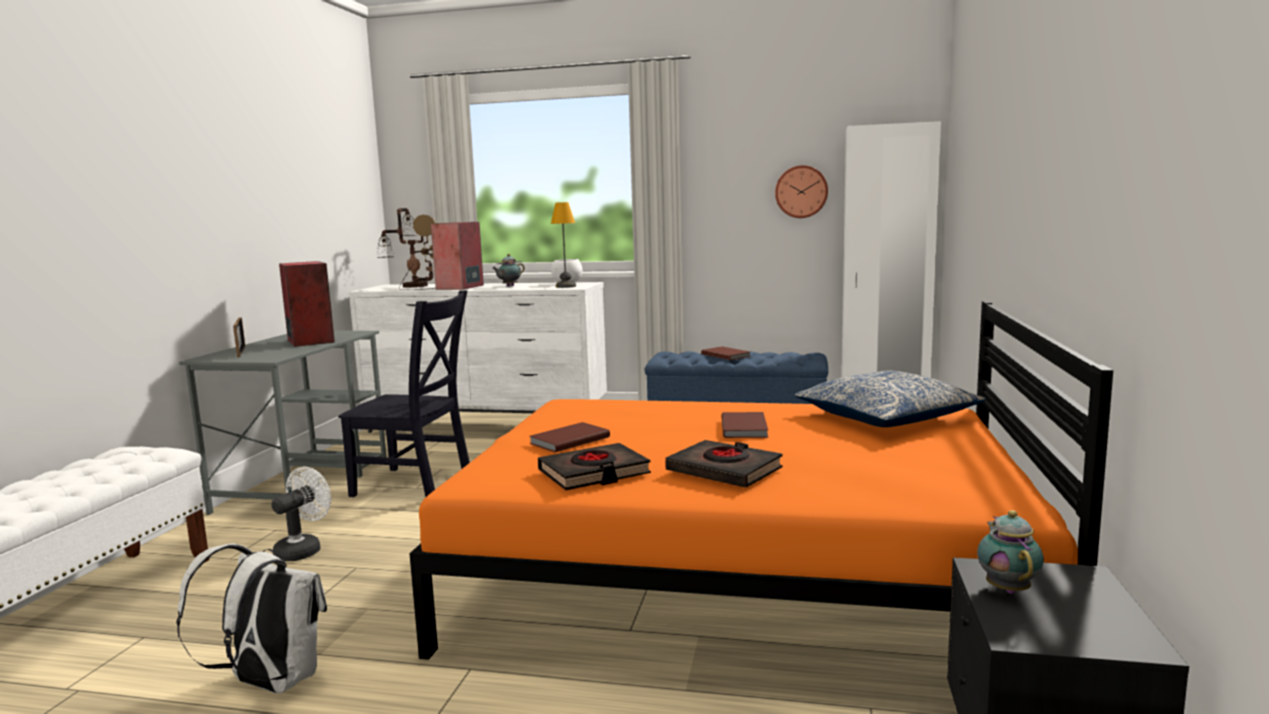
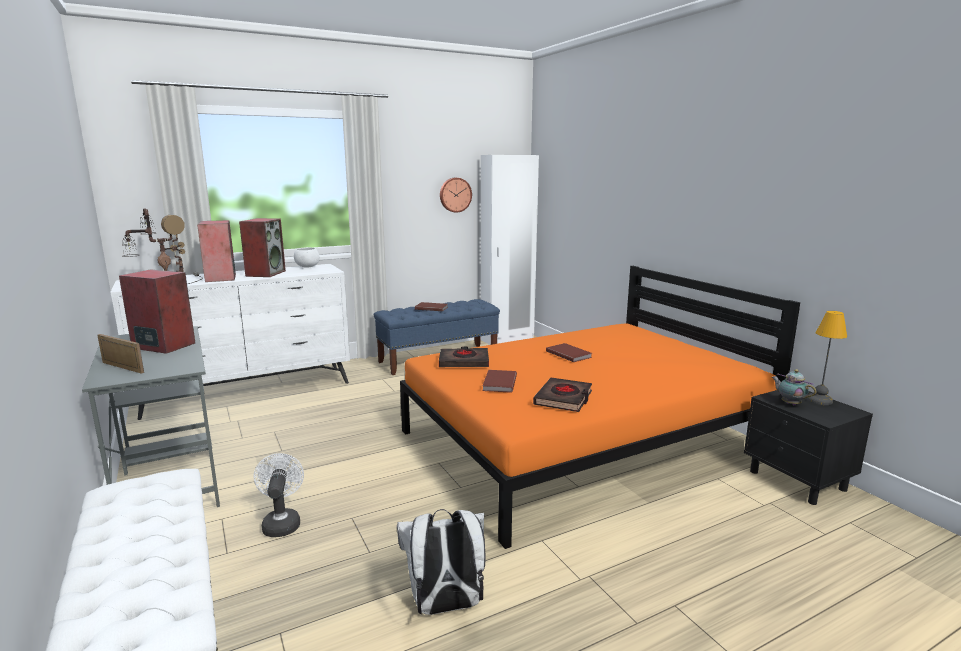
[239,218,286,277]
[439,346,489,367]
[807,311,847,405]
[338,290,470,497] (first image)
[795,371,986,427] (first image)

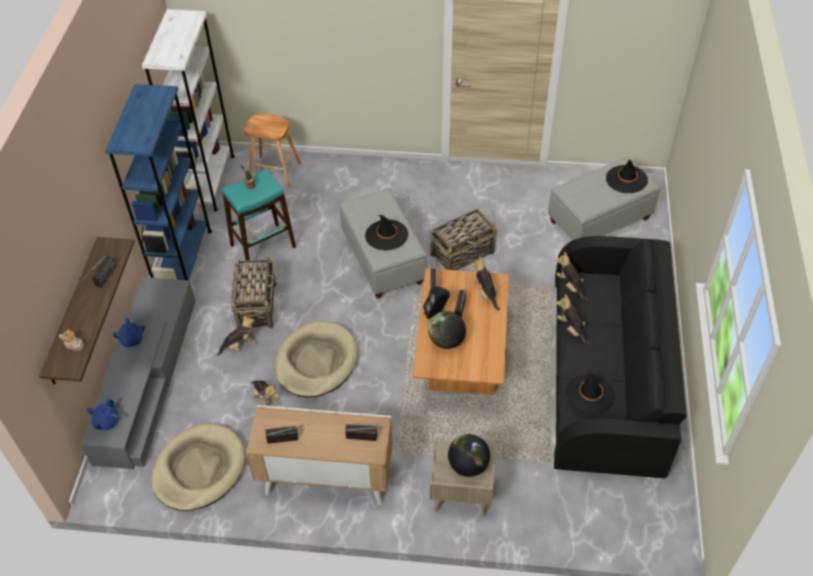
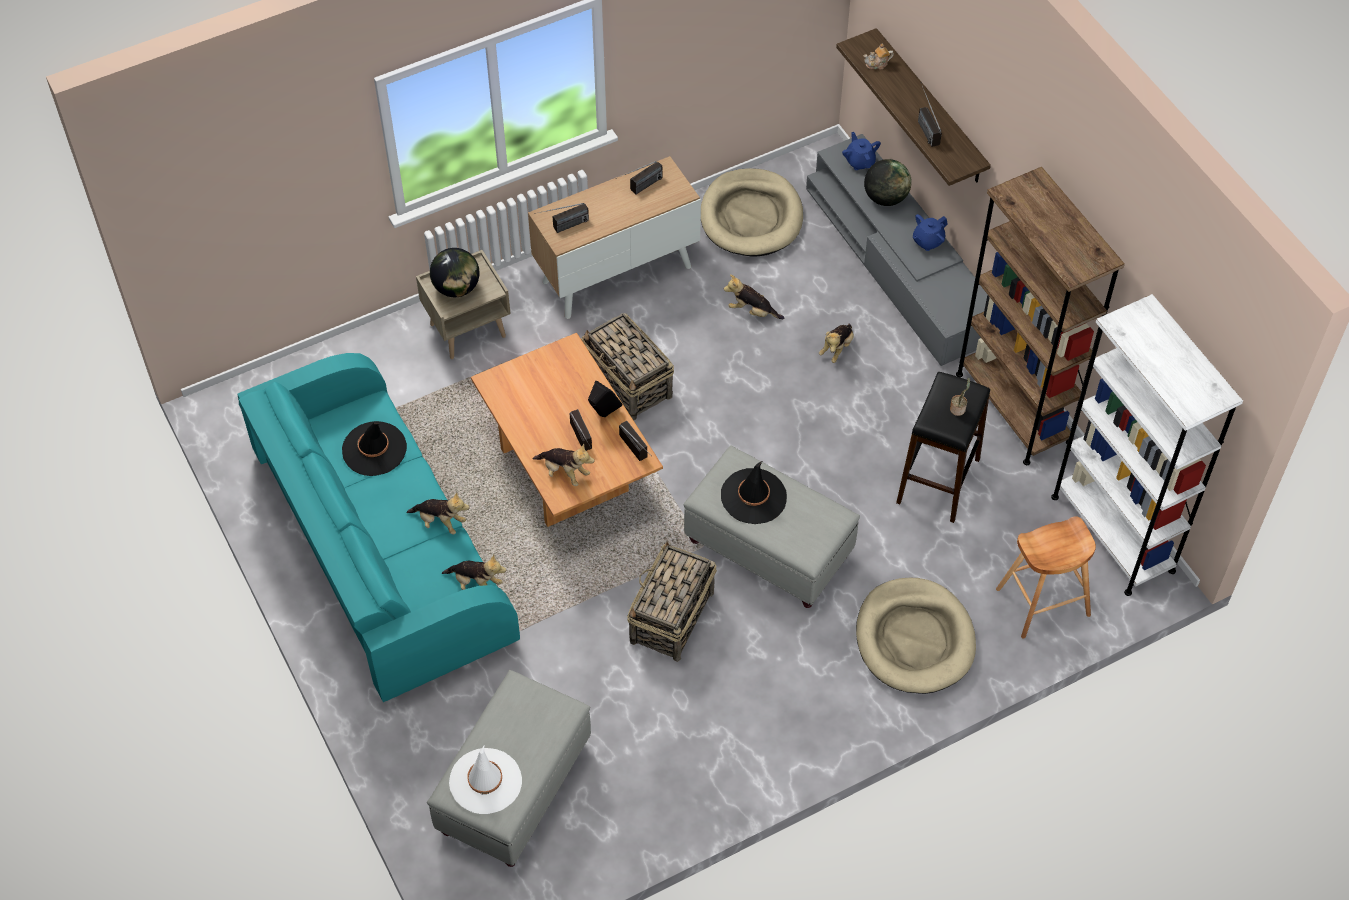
[237,353,520,702]
[449,746,522,814]
[581,313,674,421]
[856,578,976,694]
[864,159,912,206]
[896,372,990,523]
[913,214,948,251]
[956,167,1125,465]

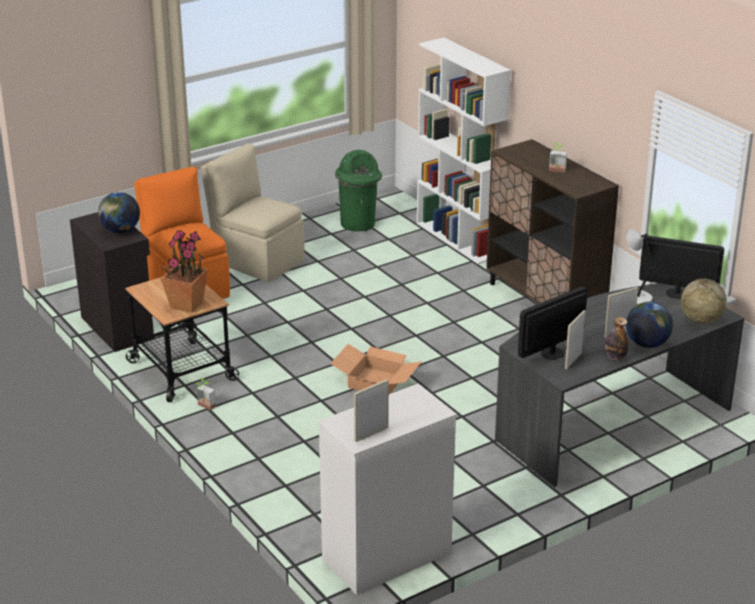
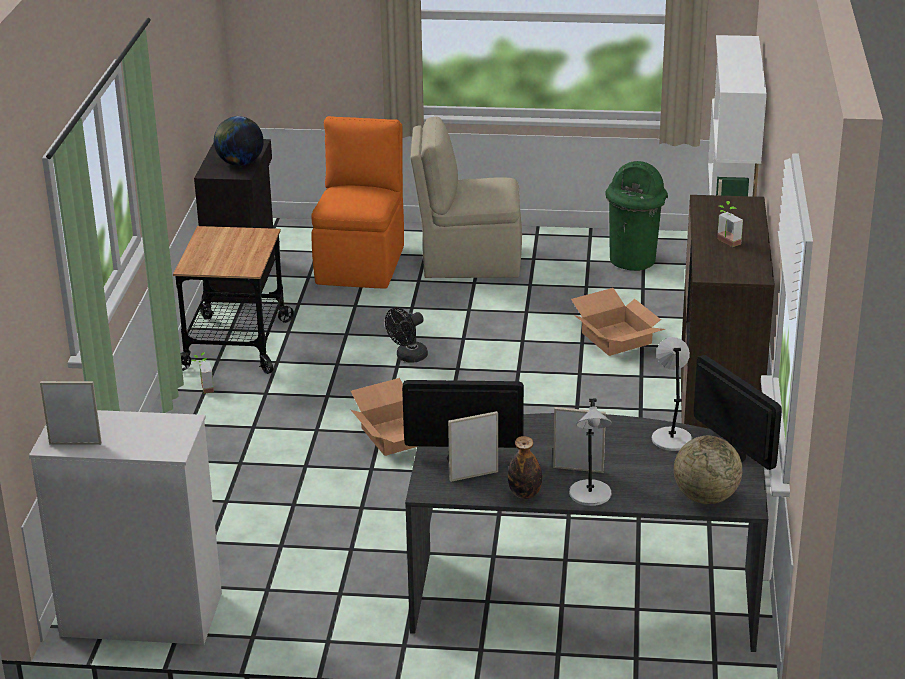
[385,308,428,363]
[410,116,522,278]
[569,399,612,506]
[571,288,665,356]
[161,230,208,312] (first image)

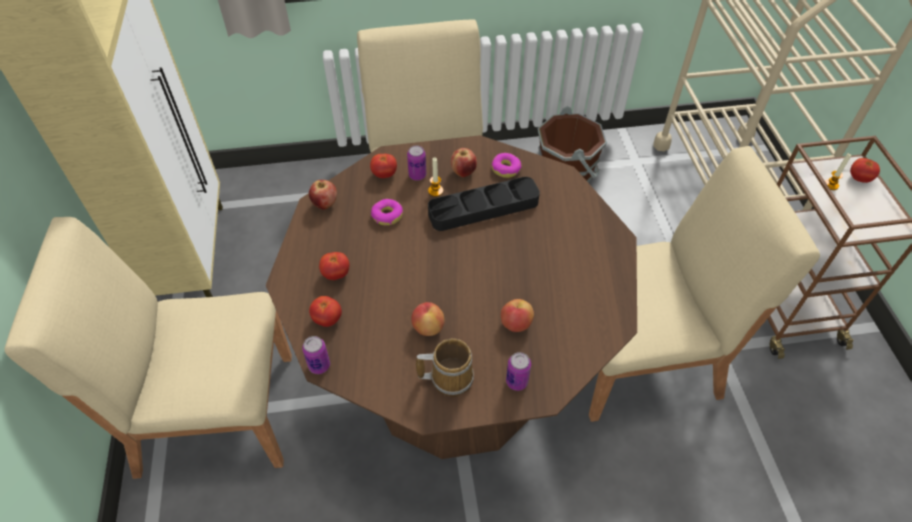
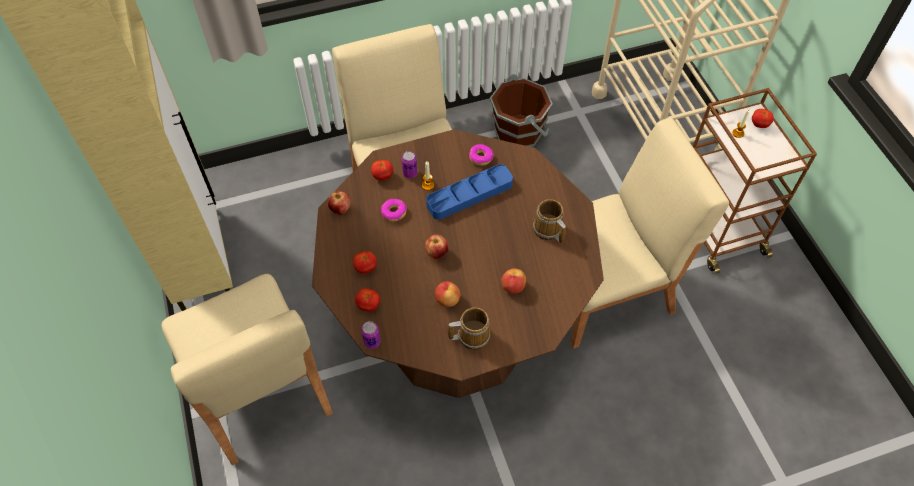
[162,274,333,465]
[425,234,449,259]
[426,164,513,220]
[533,199,566,243]
[506,352,531,391] (first image)

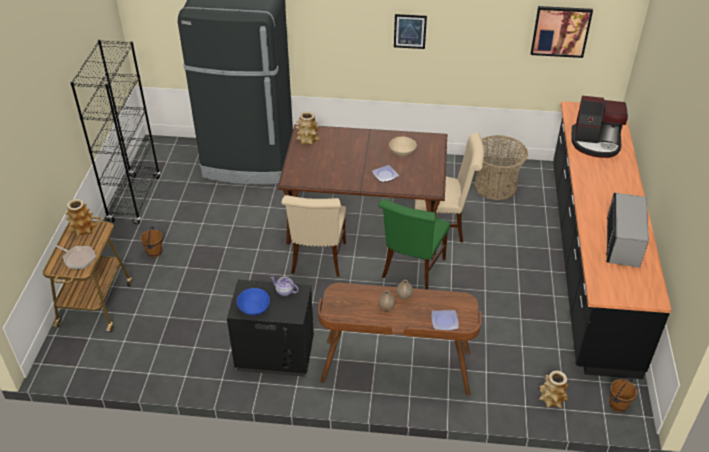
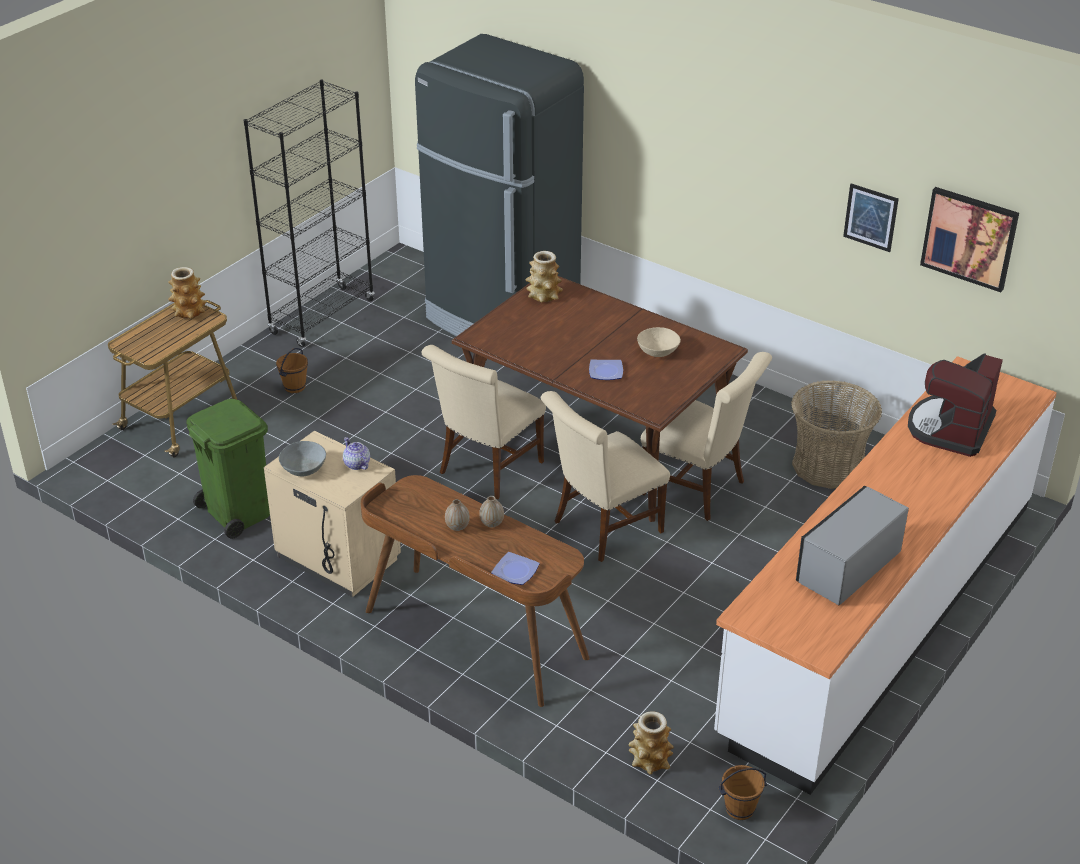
[186,399,270,539]
[264,431,401,597]
[279,441,326,476]
[541,391,670,562]
[714,356,1057,795]
[843,183,899,252]
[908,353,1003,457]
[53,244,96,269] (first image)

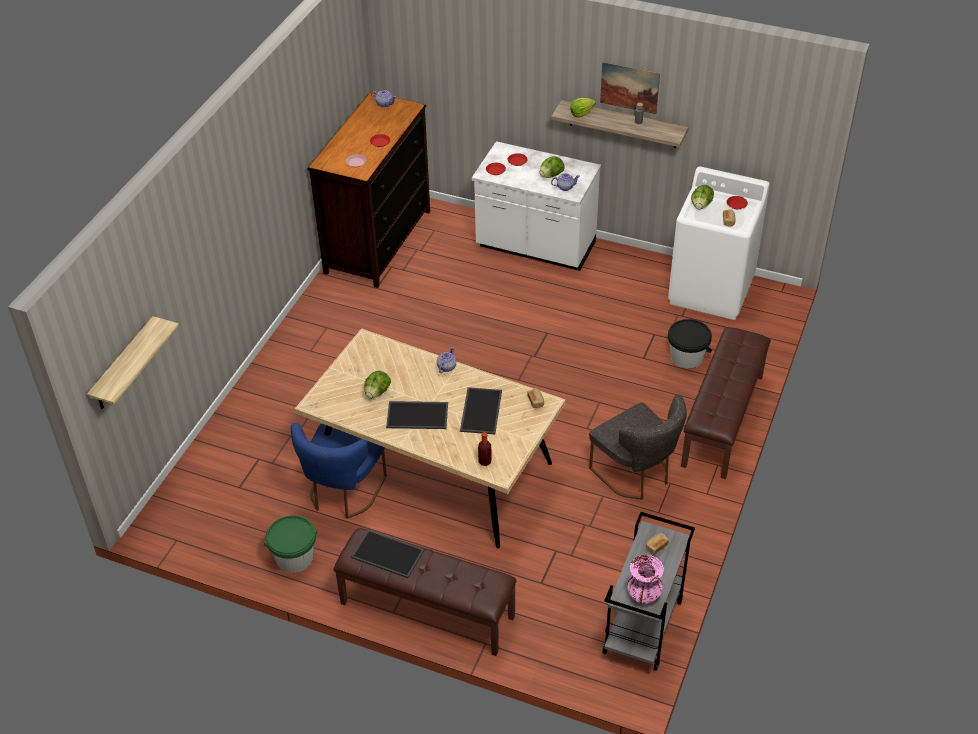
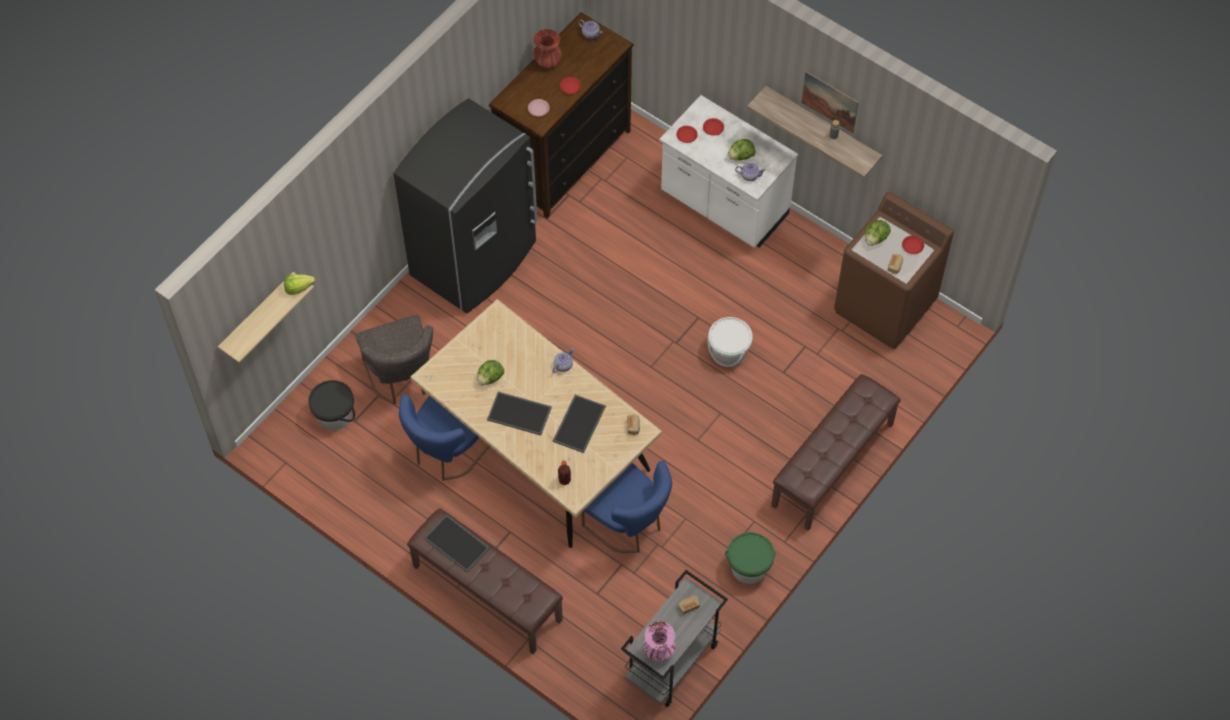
[284,274,315,295]
[308,380,355,430]
[355,315,433,404]
[393,98,537,313]
[533,29,561,68]
[582,461,672,553]
[708,317,753,367]
[725,532,776,584]
[834,192,954,349]

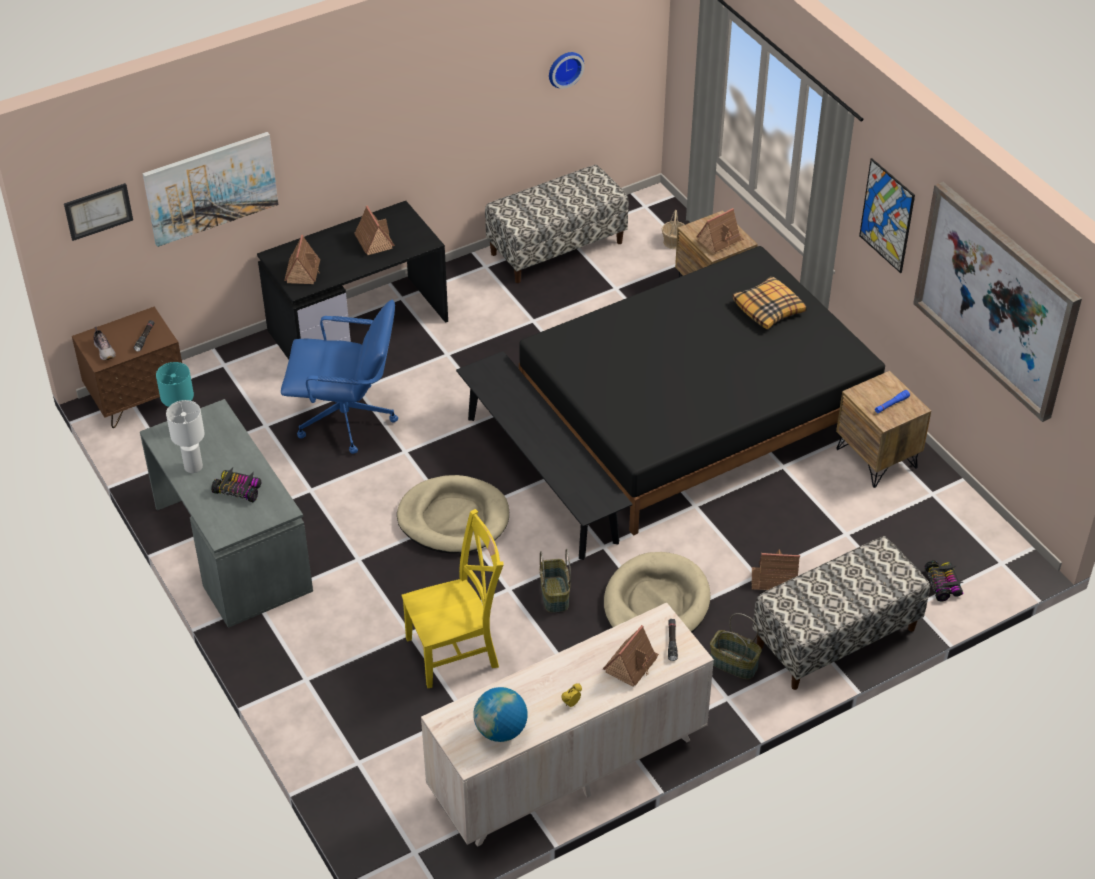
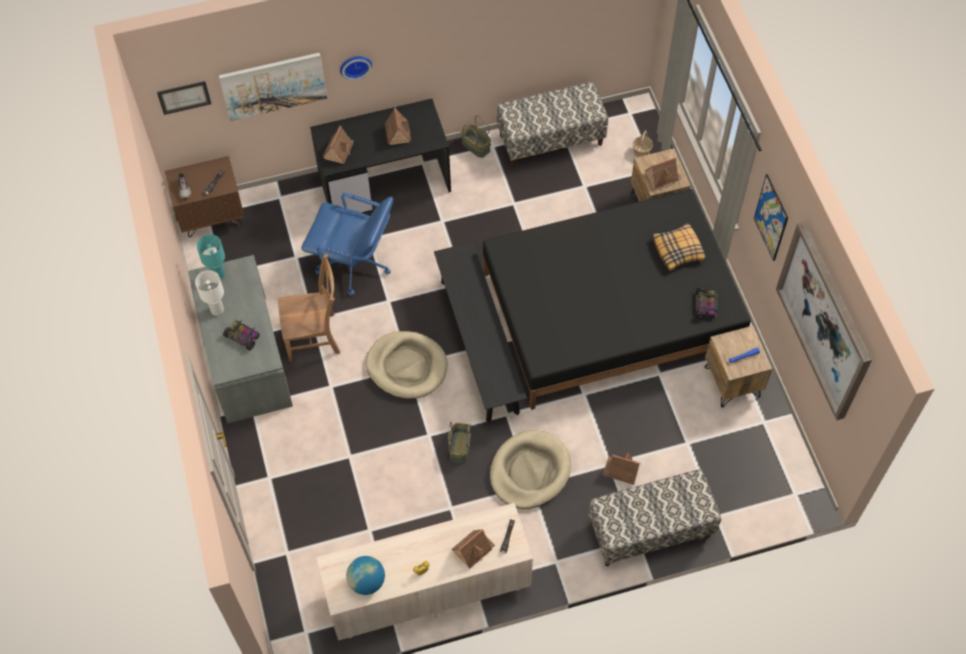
[278,254,340,361]
[340,56,372,80]
[461,115,491,158]
[695,287,718,319]
[401,509,504,688] (first image)

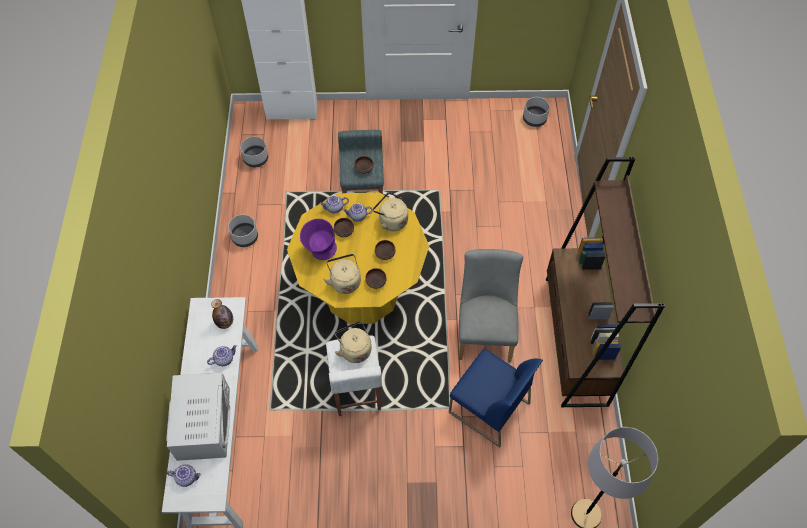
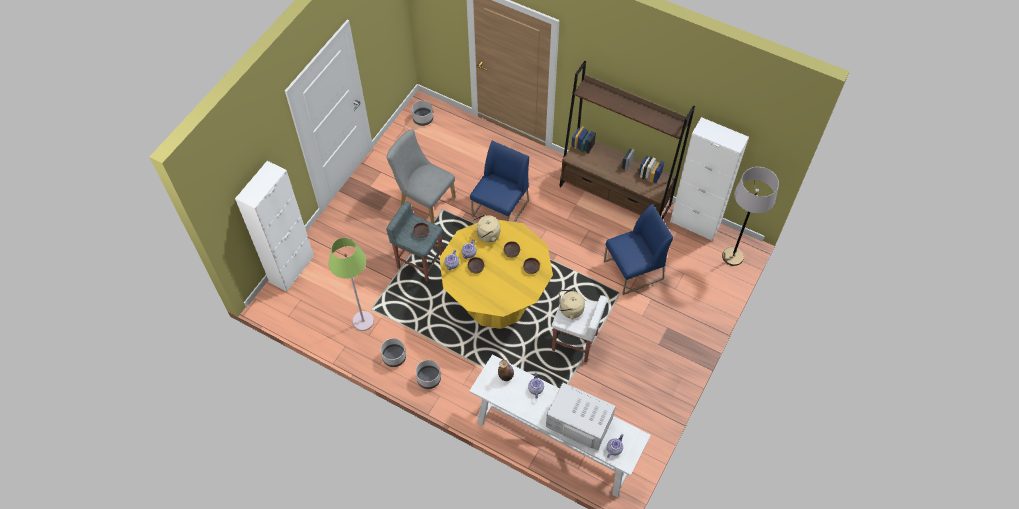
[328,238,374,331]
[386,129,456,224]
[416,360,441,389]
[470,141,529,222]
[670,117,749,241]
[300,219,337,260] (first image)
[323,254,361,294] (first image)

